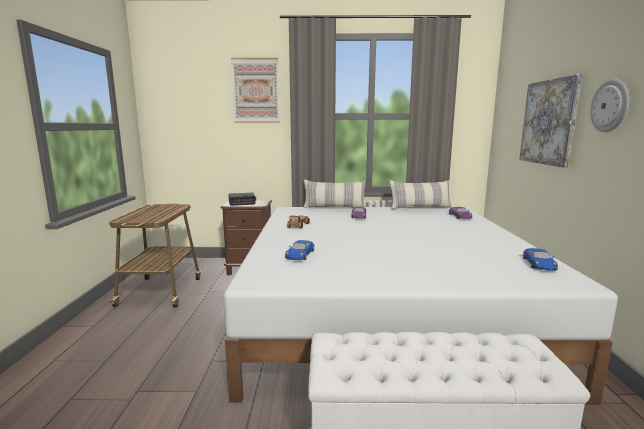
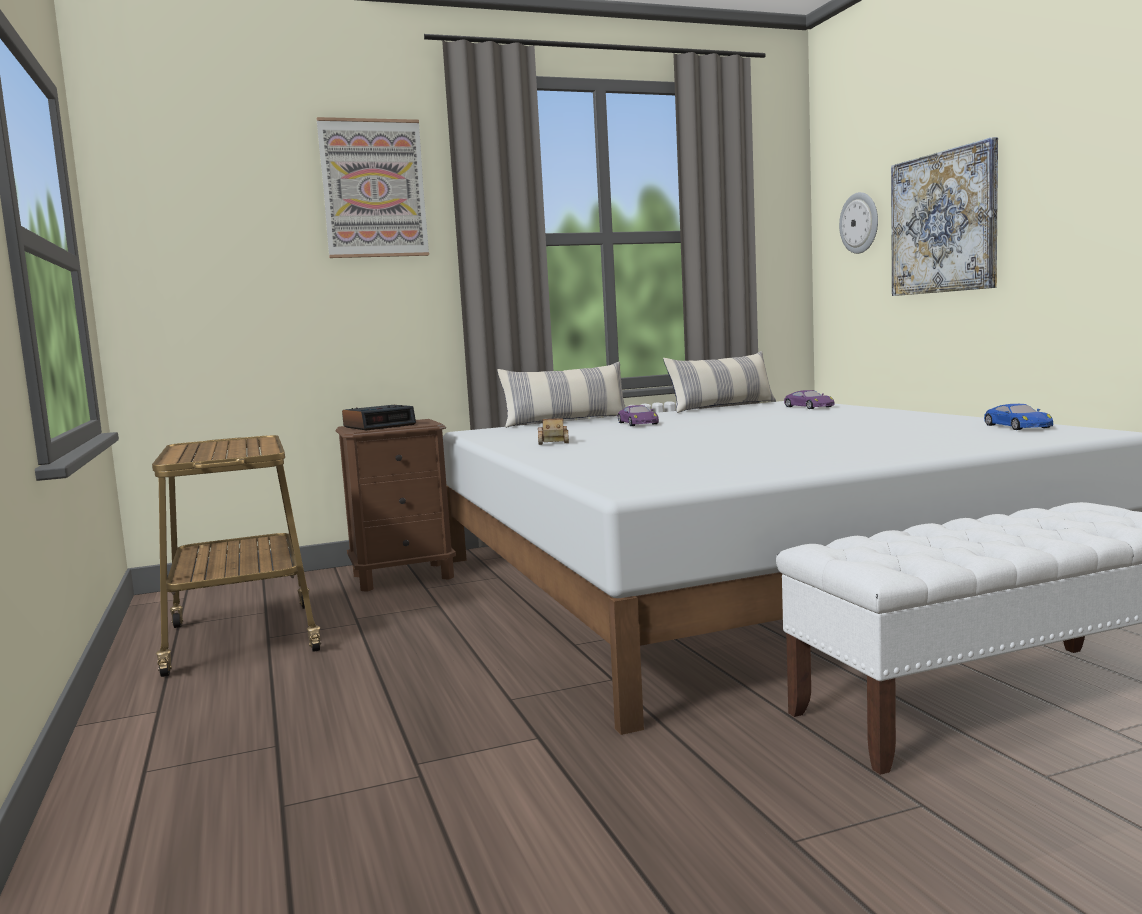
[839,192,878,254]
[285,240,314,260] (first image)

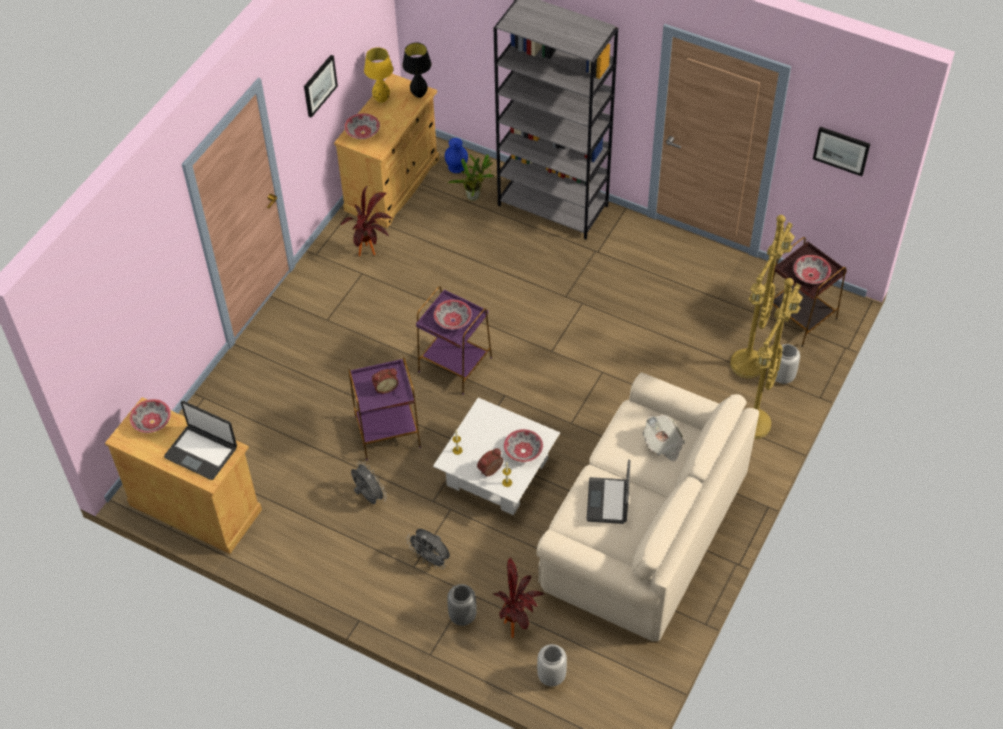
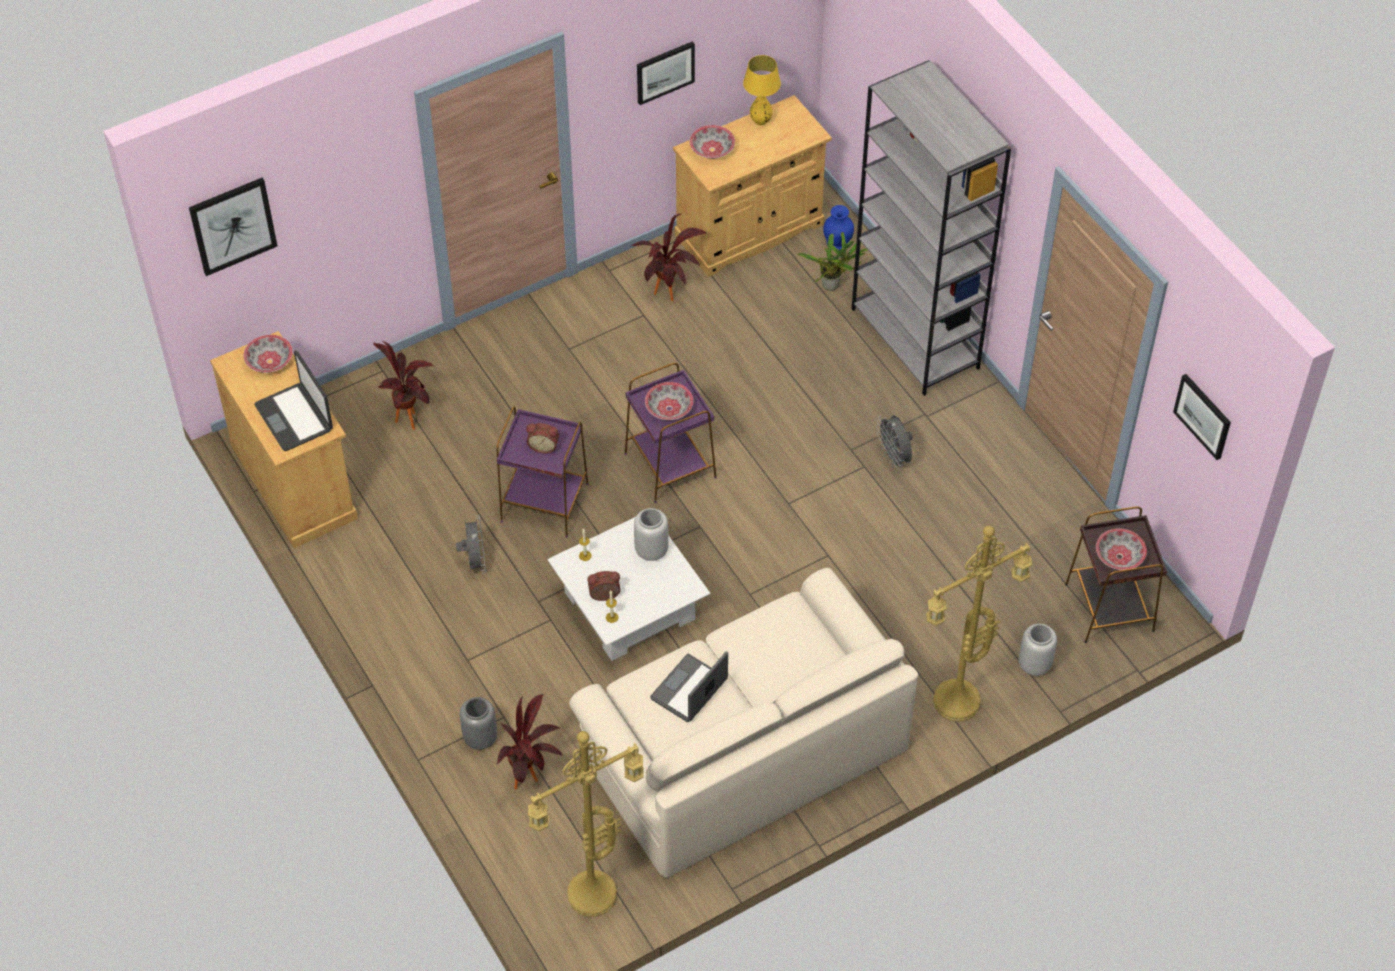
[189,178,277,276]
[373,341,434,430]
[528,731,644,917]
[634,508,669,561]
[876,415,913,469]
[402,43,432,98] (first image)
[504,429,543,462] (first image)
[643,414,685,462] (first image)

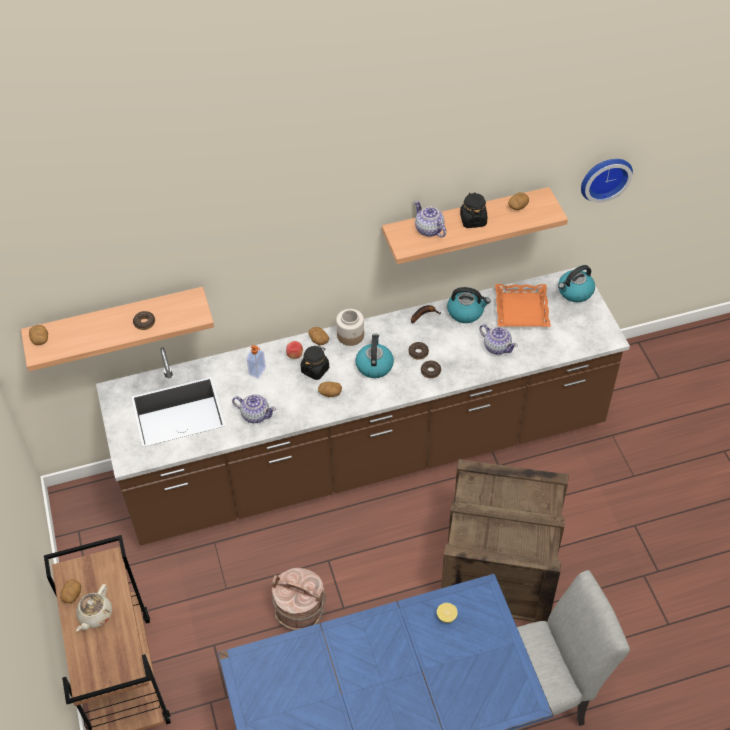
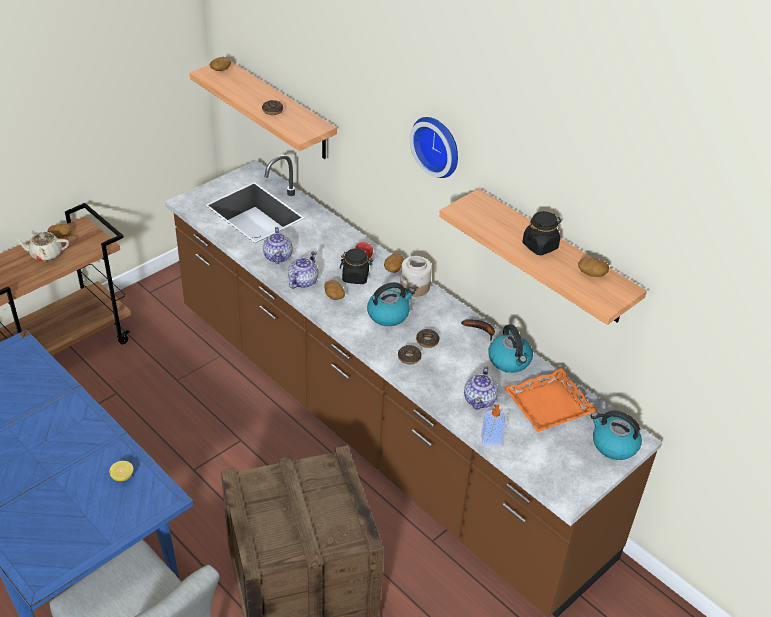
[288,251,318,289]
[410,117,458,178]
[481,405,506,446]
[272,568,326,631] (first image)

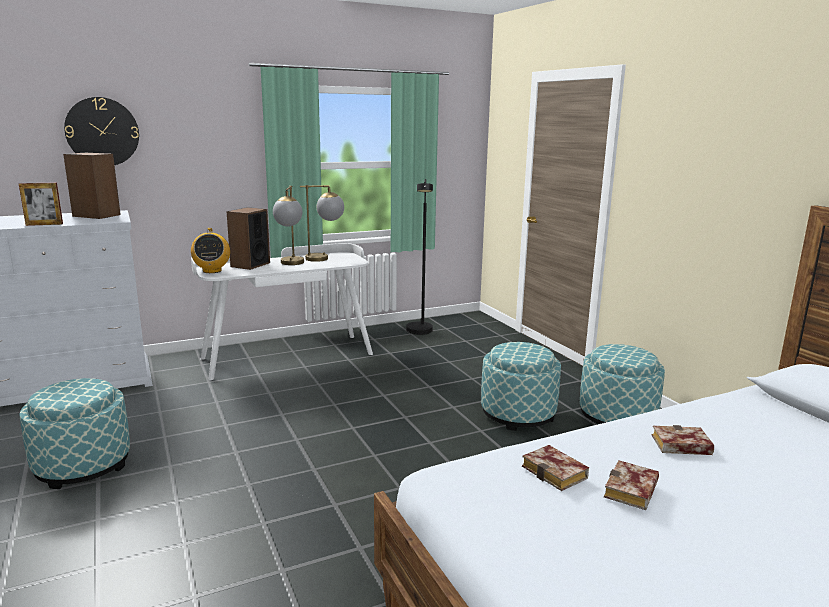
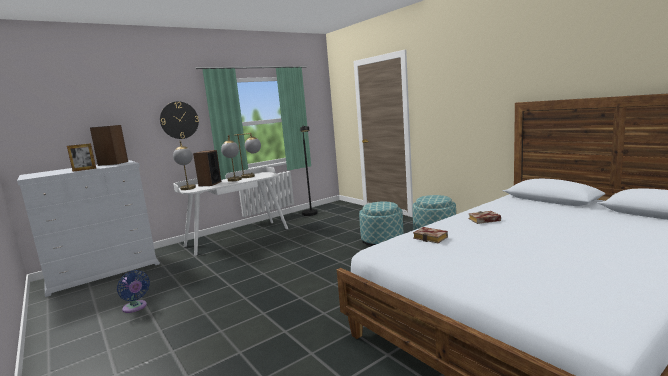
[117,270,150,313]
[160,101,199,139]
[173,141,196,190]
[604,460,659,510] (first image)

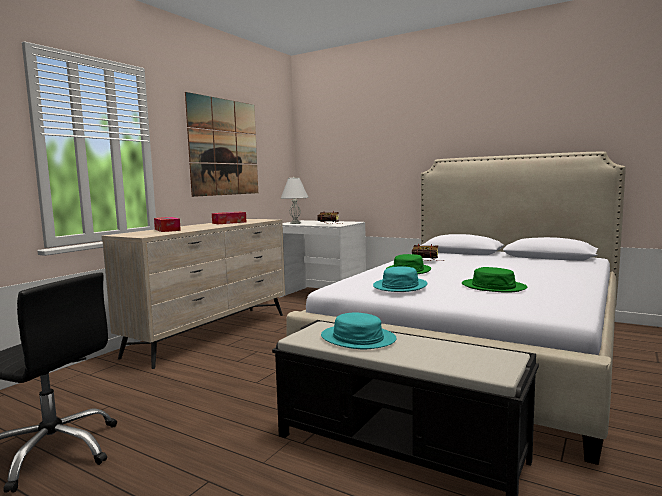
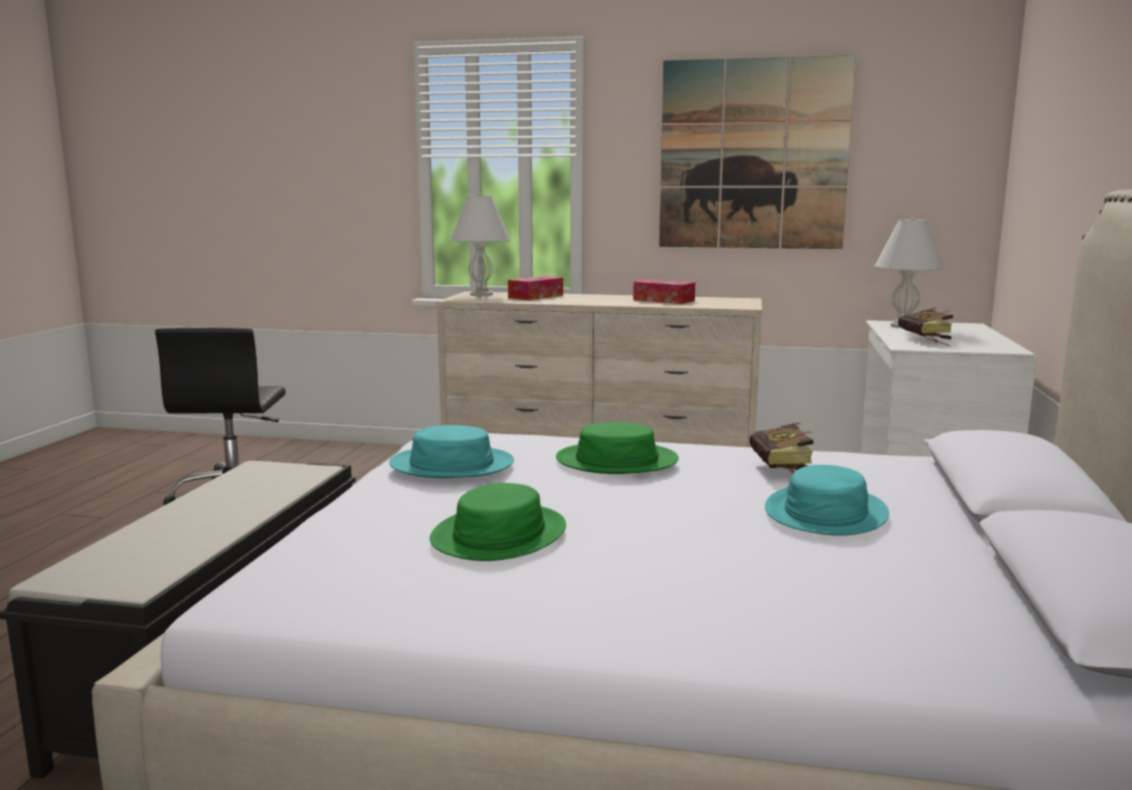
[450,194,511,296]
[765,465,889,536]

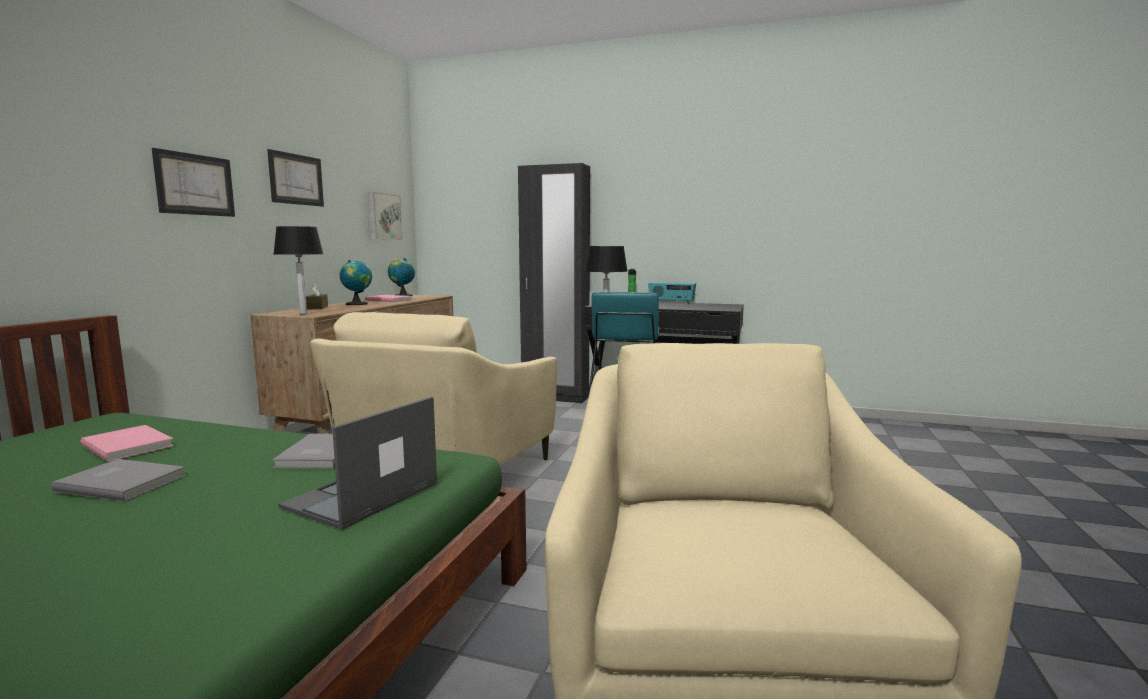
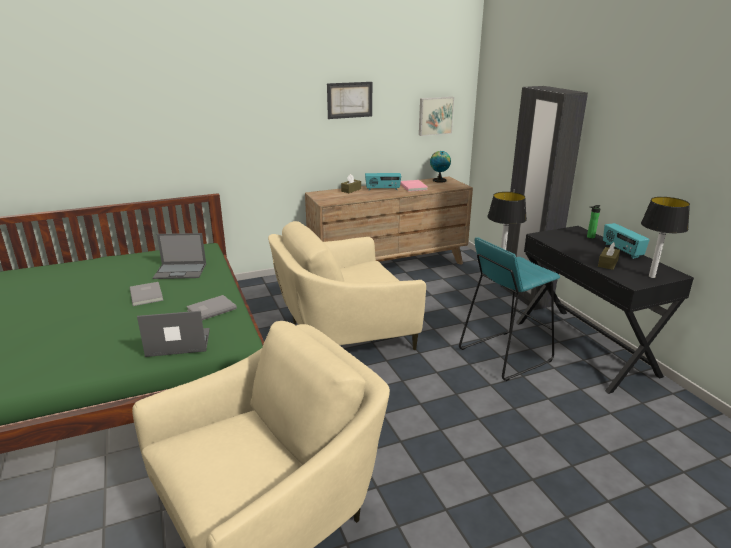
[153,233,206,279]
[365,173,401,191]
[598,242,620,270]
[641,197,690,278]
[152,148,235,217] (first image)

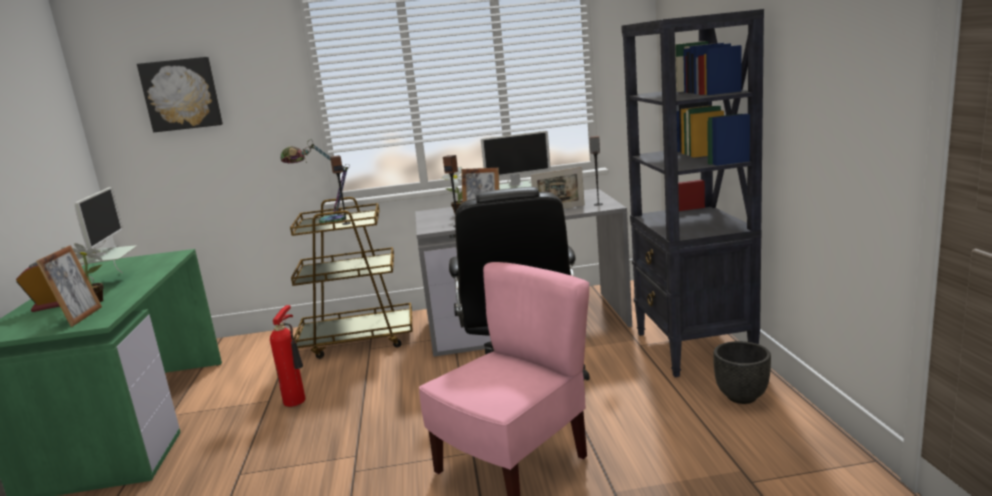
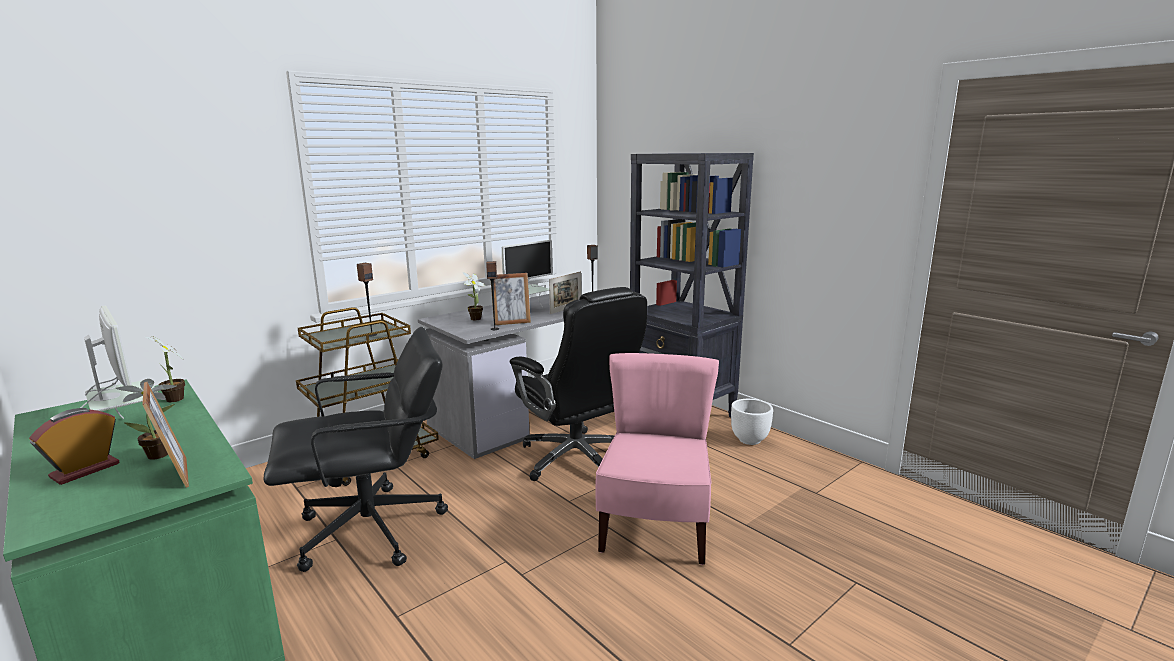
[146,336,185,402]
[264,327,448,572]
[731,399,773,445]
[137,57,223,132] (first image)
[281,141,350,223] (first image)

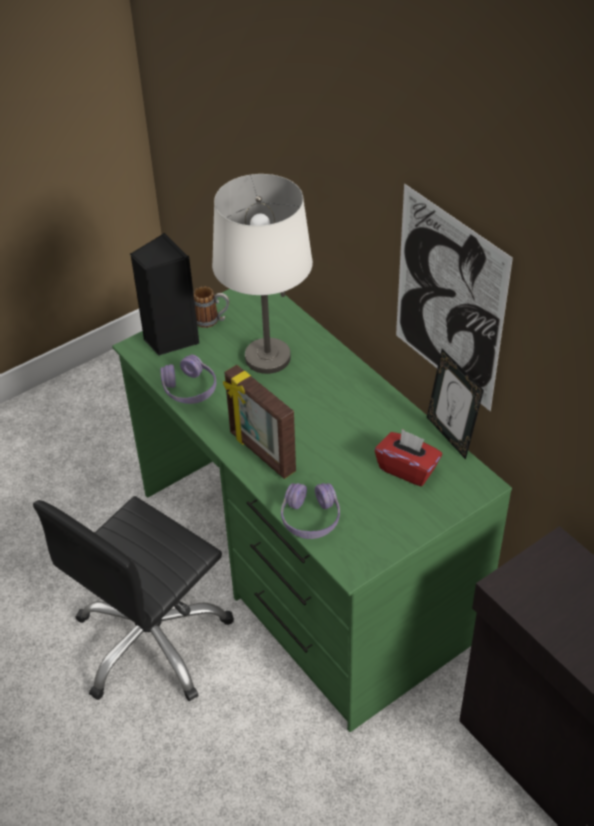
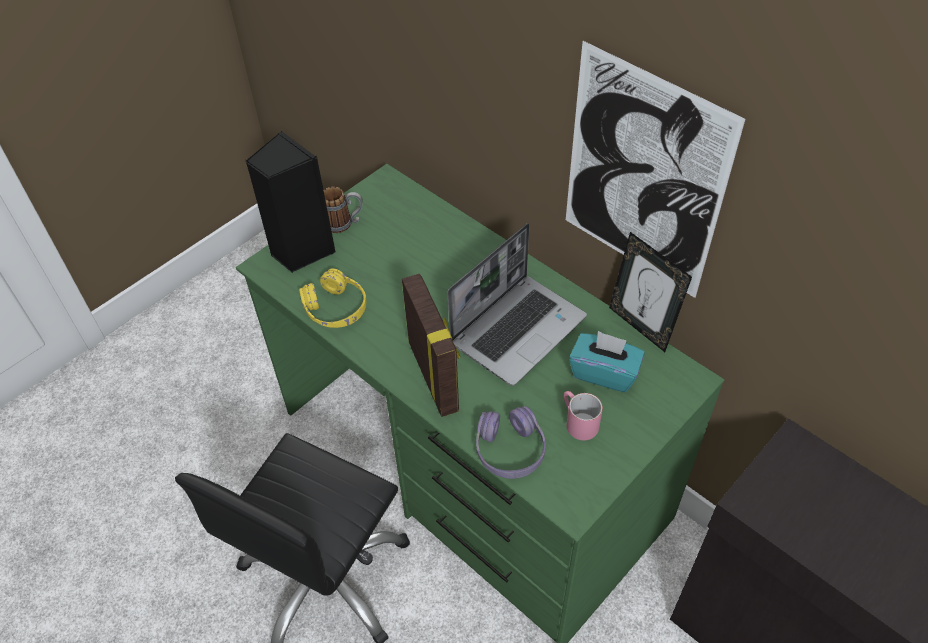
[299,268,367,328]
[402,274,460,417]
[448,223,587,386]
[564,391,603,440]
[569,331,645,392]
[212,174,313,374] (first image)

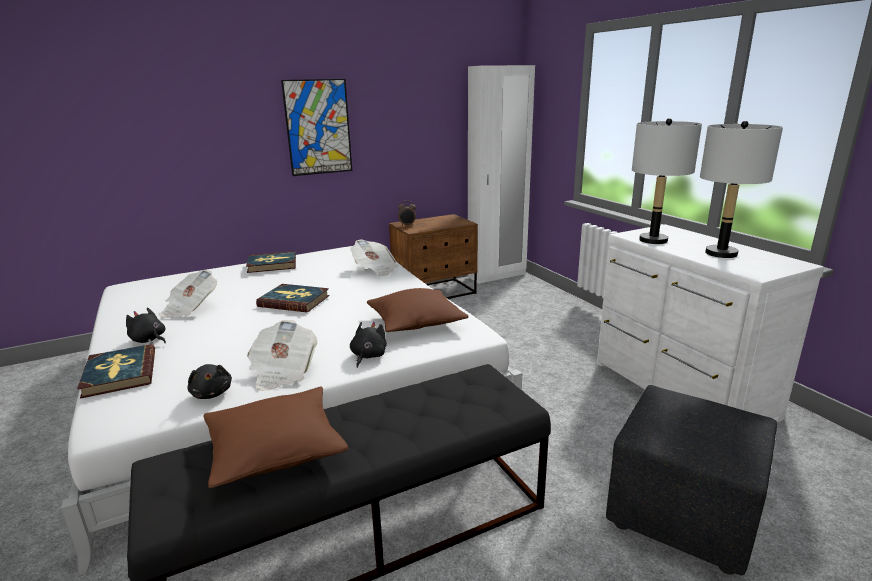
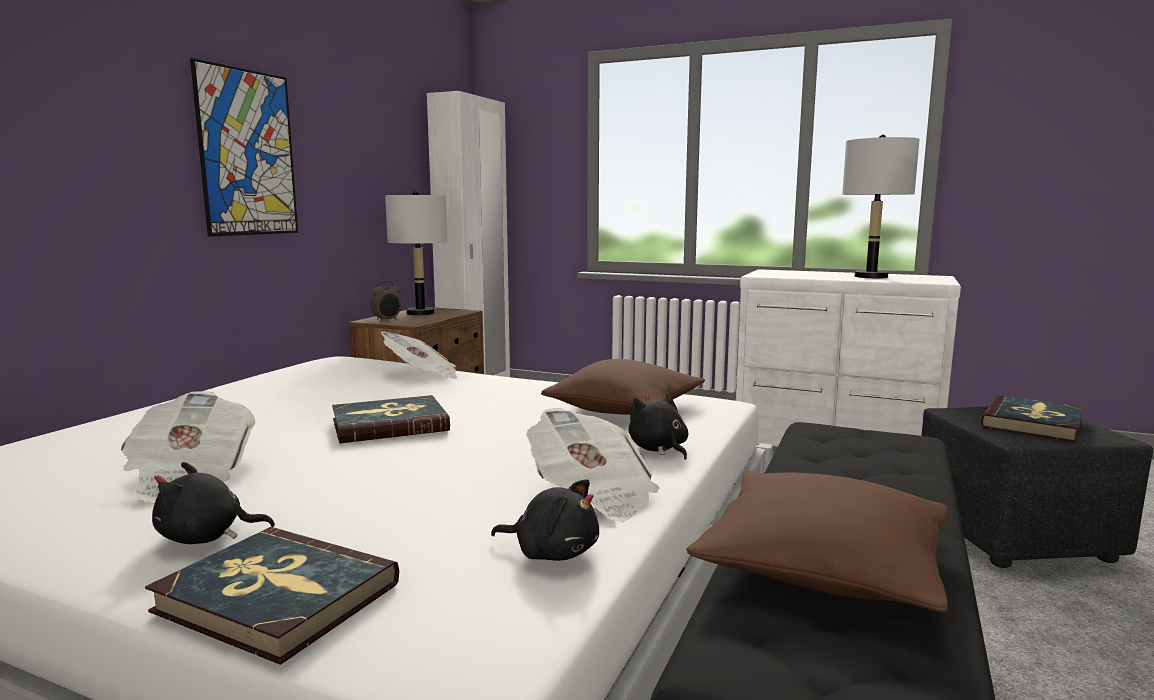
[385,190,447,315]
[981,395,1083,443]

